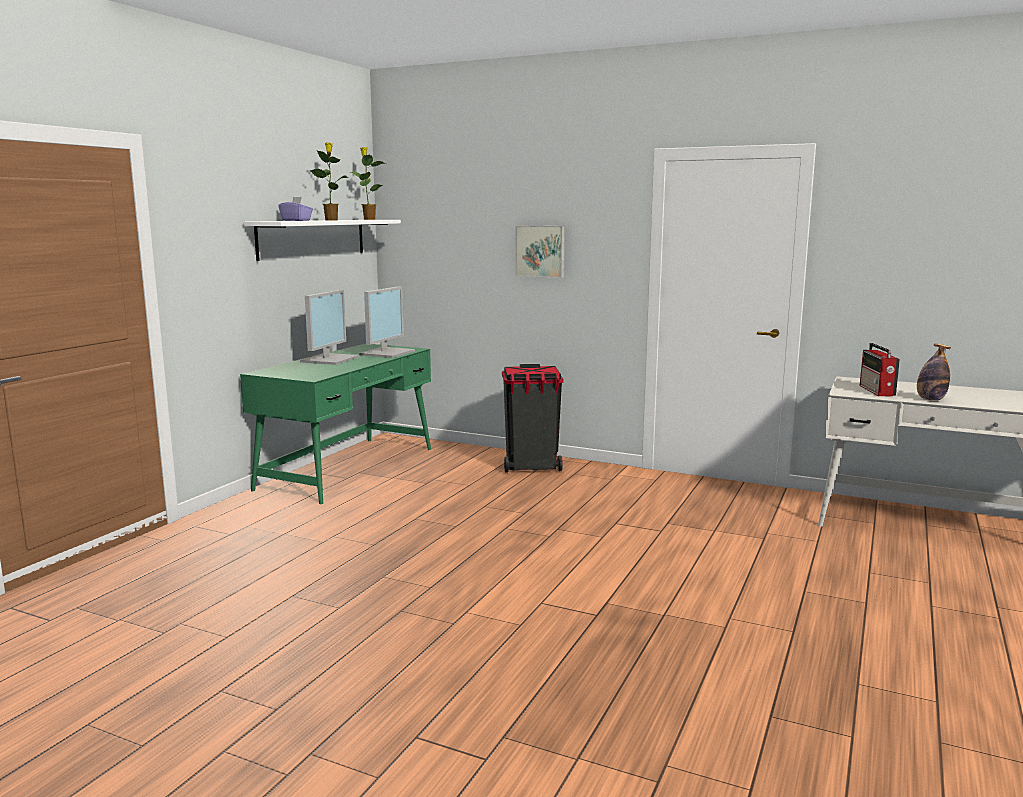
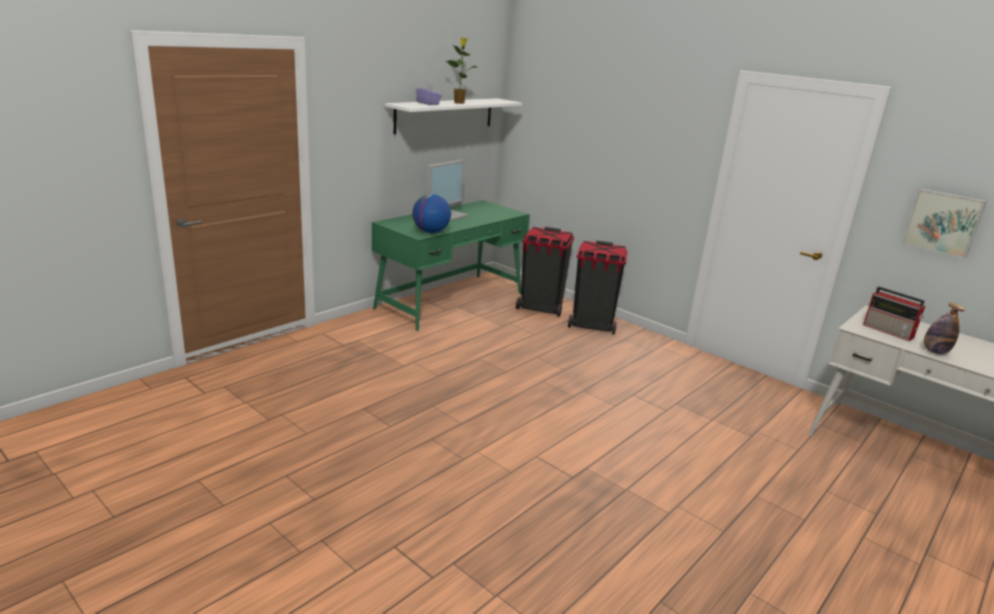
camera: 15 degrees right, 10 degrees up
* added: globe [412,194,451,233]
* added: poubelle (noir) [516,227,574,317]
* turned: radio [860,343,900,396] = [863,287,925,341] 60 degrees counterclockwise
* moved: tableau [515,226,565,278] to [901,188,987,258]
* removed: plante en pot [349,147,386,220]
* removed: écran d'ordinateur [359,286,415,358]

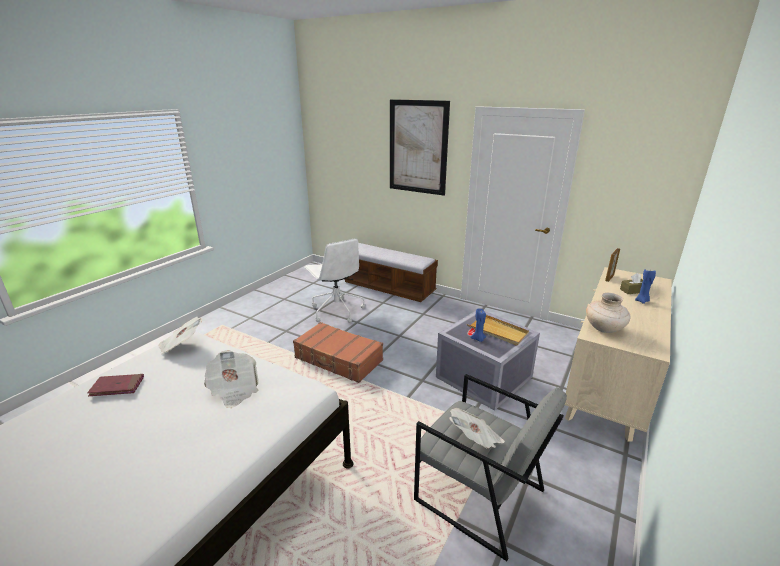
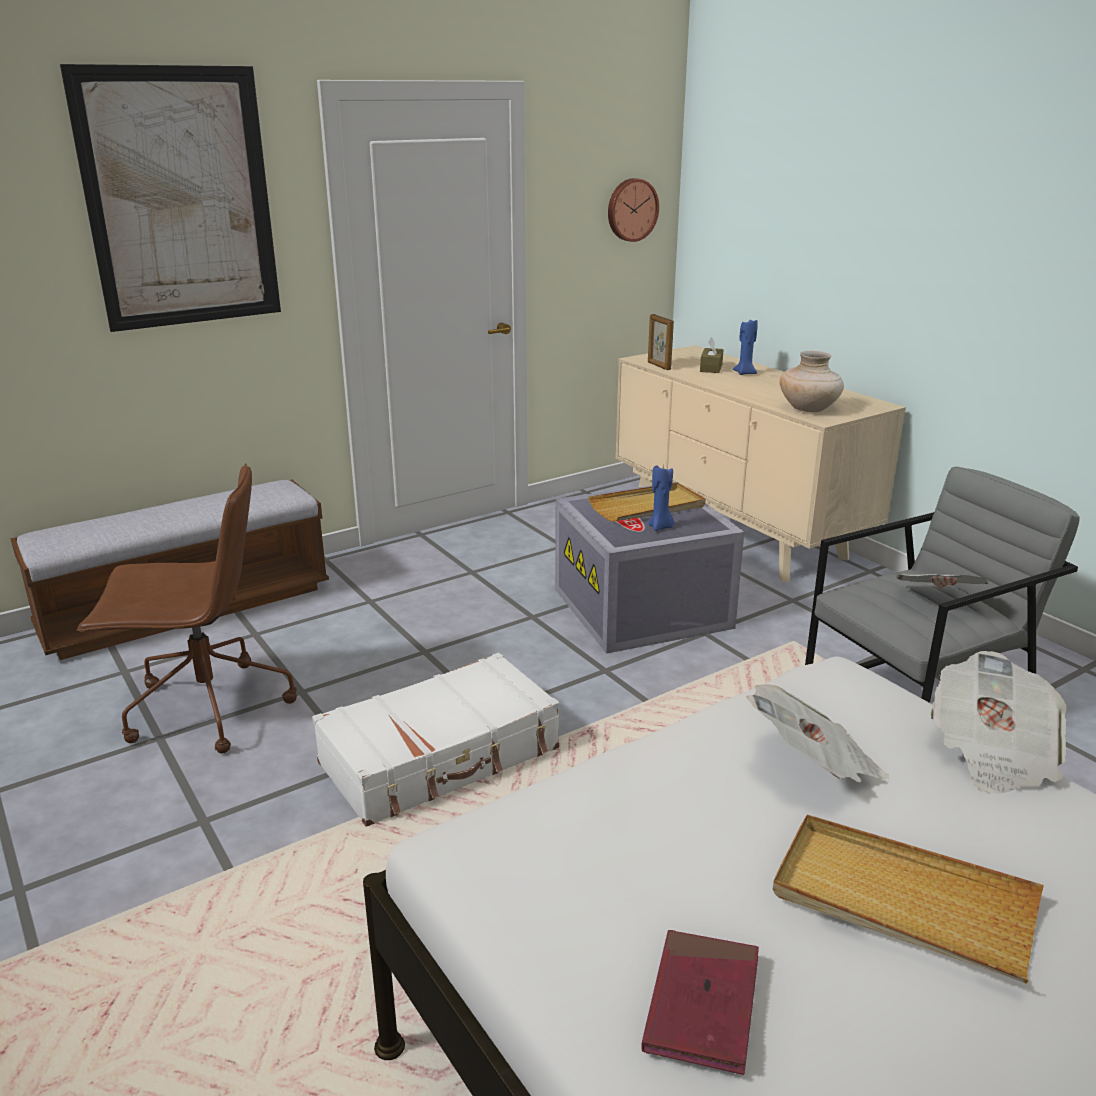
camera: 65 degrees left, 0 degrees up
* recoloured: chaise de bureau (blanc) [304,238,365,323] to chaise de bureau (marron) [77,463,297,753]
* recoloured: valise (marron) [293,322,383,383] to valise (blanc) [312,653,559,827]
* added: horloge murale [608,178,659,242]
* added: plateau (beige) [772,814,1044,984]
* moved: journal [158,317,202,355] to [930,651,1066,794]

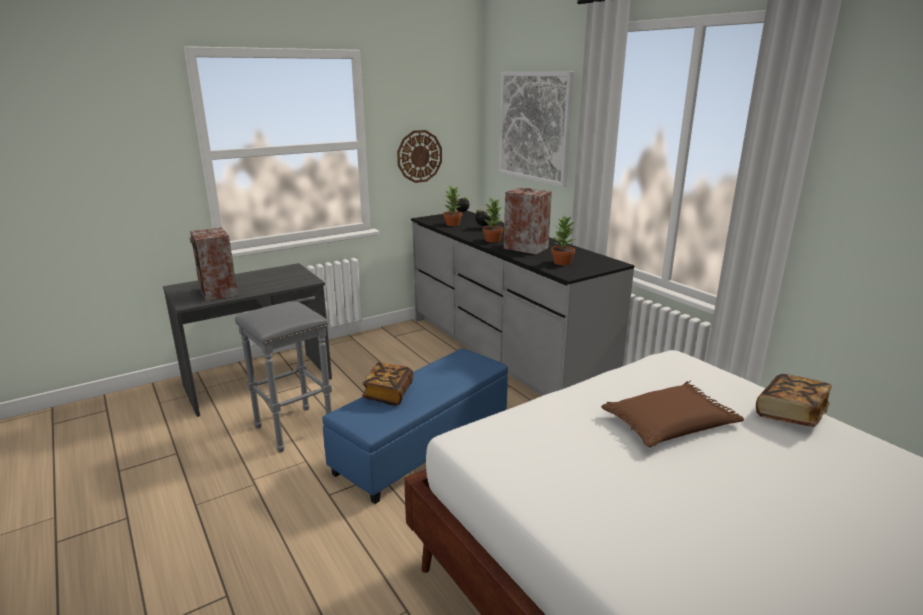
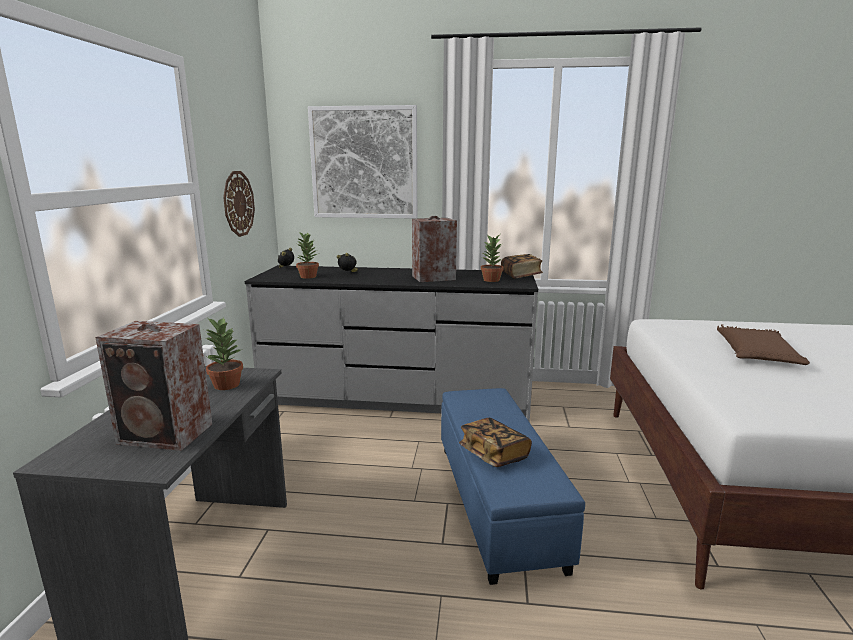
camera: 50 degrees left, 5 degrees down
* moved: plante en pot [483,198,503,242] to [204,317,243,390]
* moved: livre [756,374,832,427] to [501,254,543,279]
* removed: tabouret (gris) [235,301,332,452]

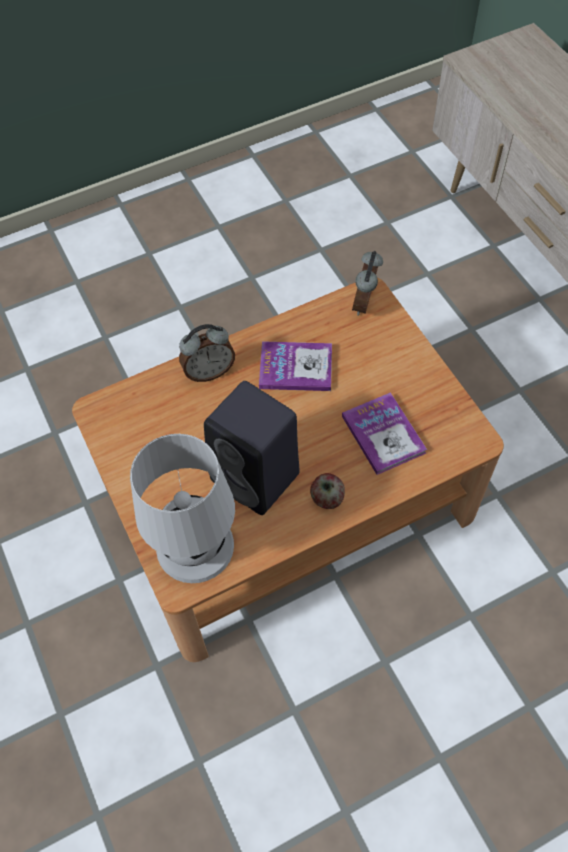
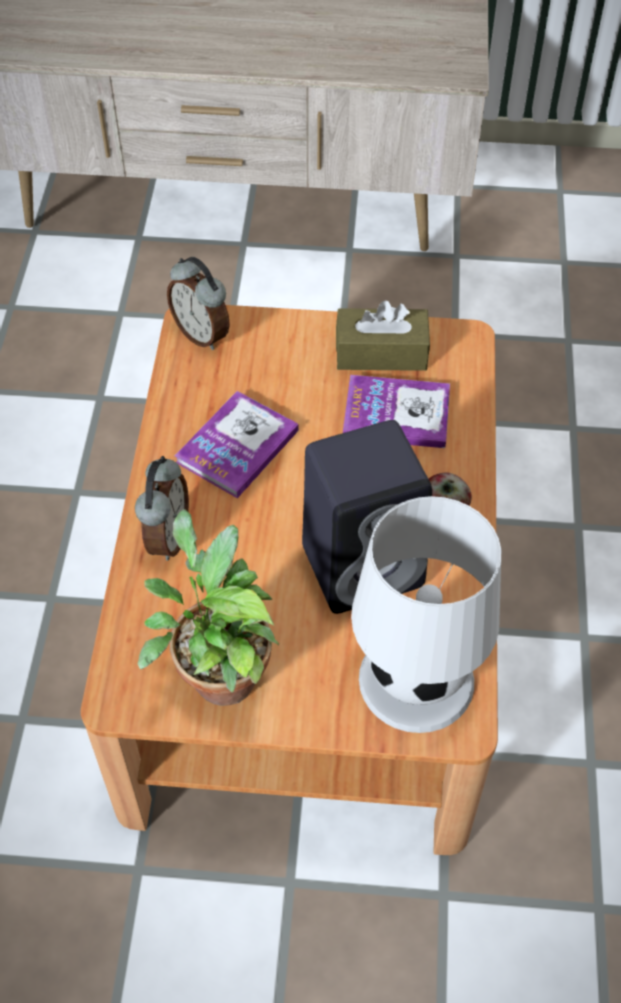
camera: 60 degrees left, 5 degrees down
* added: plante en pot [137,509,279,706]
* added: boîte à mouchoirs (marron) [336,300,430,371]

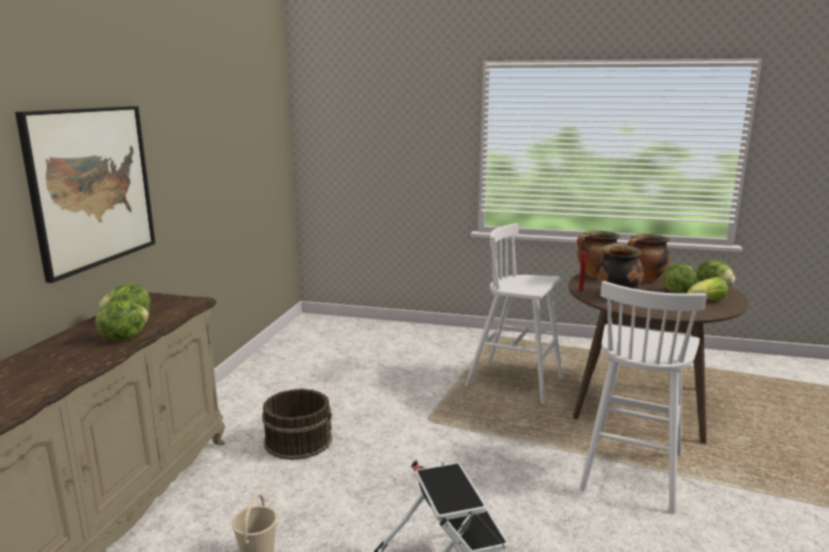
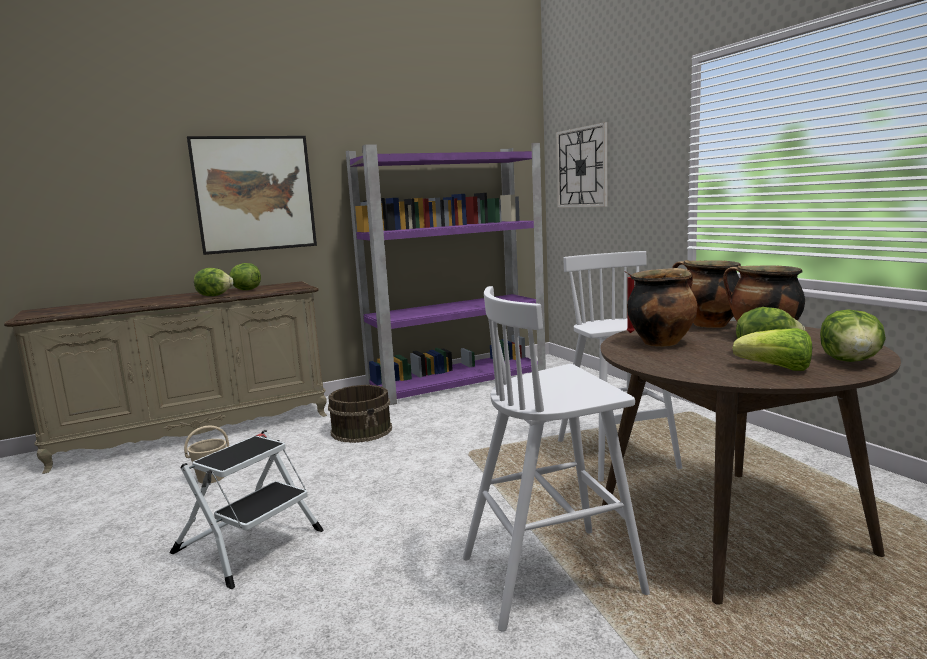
camera: 50 degrees right, 5 degrees down
* added: bibliothèque (violet) [346,143,546,405]
* added: horloge murale [556,122,607,208]

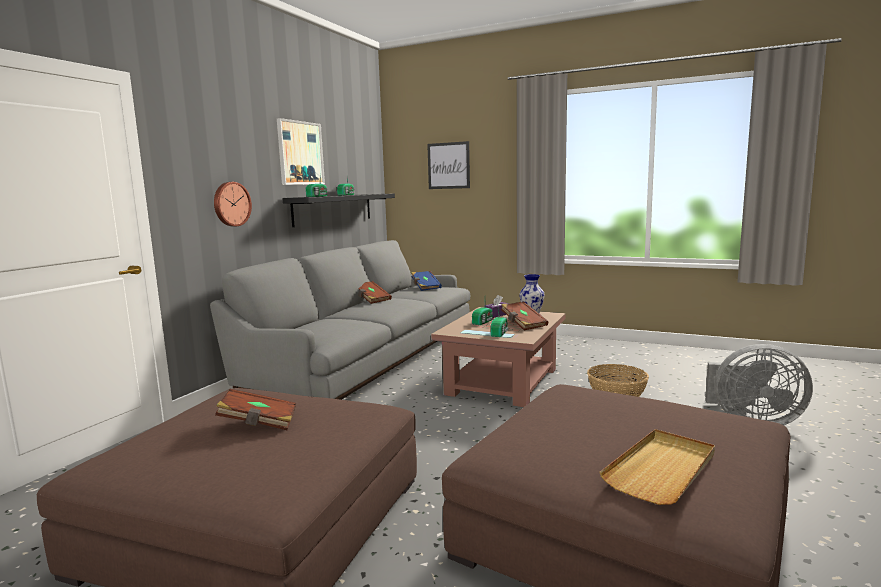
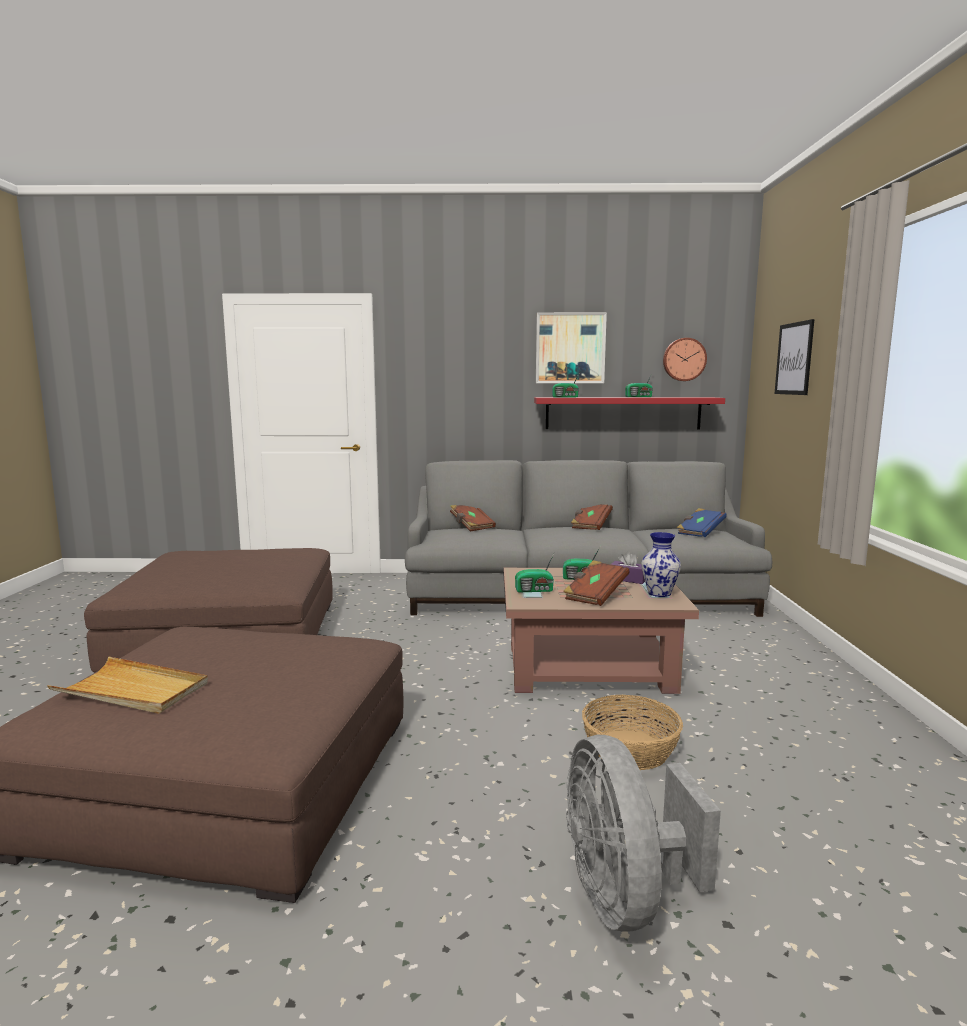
camera: 65 degrees right, 0 degrees up
* moved: livre (marron) [215,389,296,430] to [450,505,496,532]
* recoloured: étagère (noir) [282,194,395,227] to étagère (rouge) [534,397,725,429]
* moved: horloge murale [214,182,252,226] to [663,338,707,381]

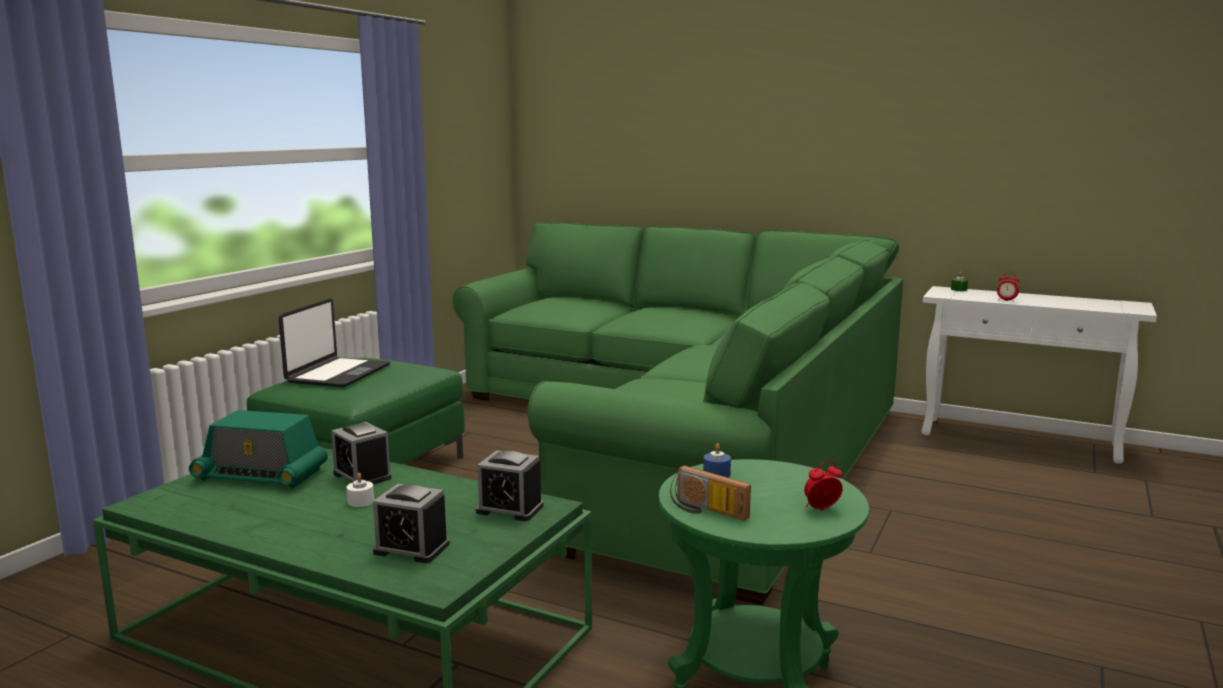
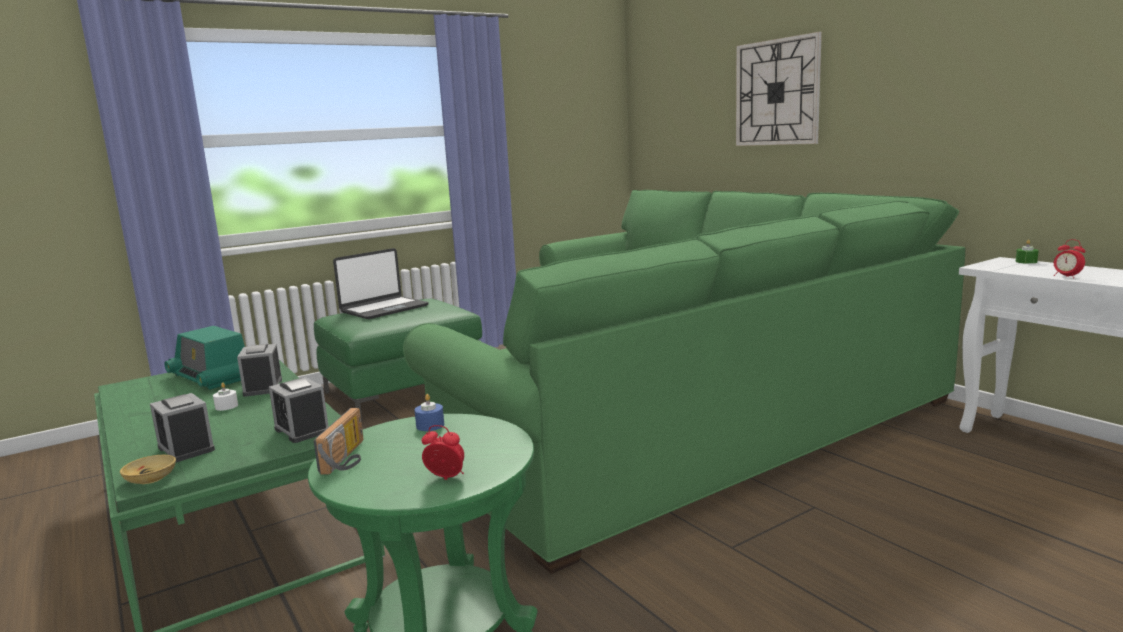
camera: 30 degrees right, 0 degrees up
* added: bol (beige) [120,455,176,484]
* turned: radio [670,465,751,521] = [314,408,364,475] 150 degrees counterclockwise
* added: horloge murale [736,32,822,146]

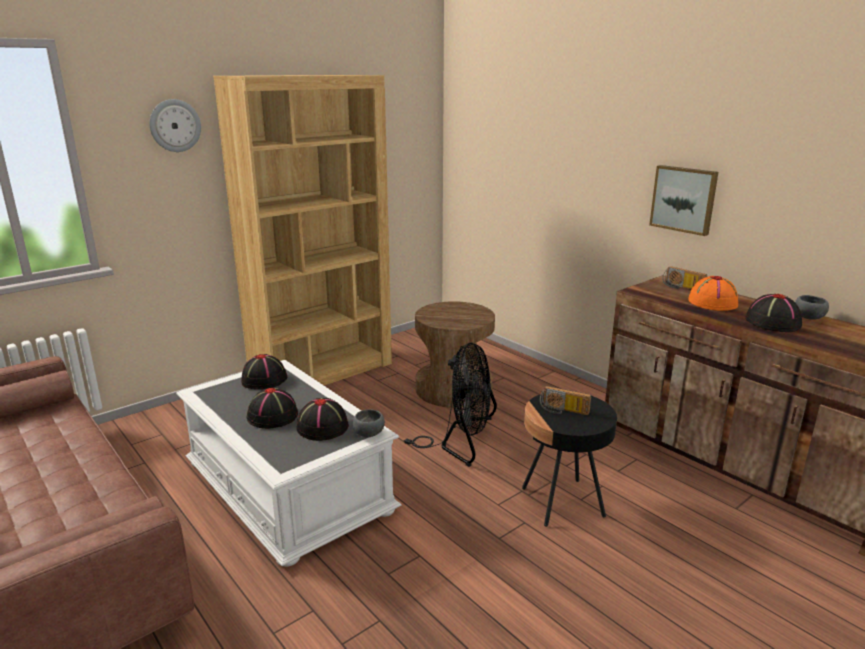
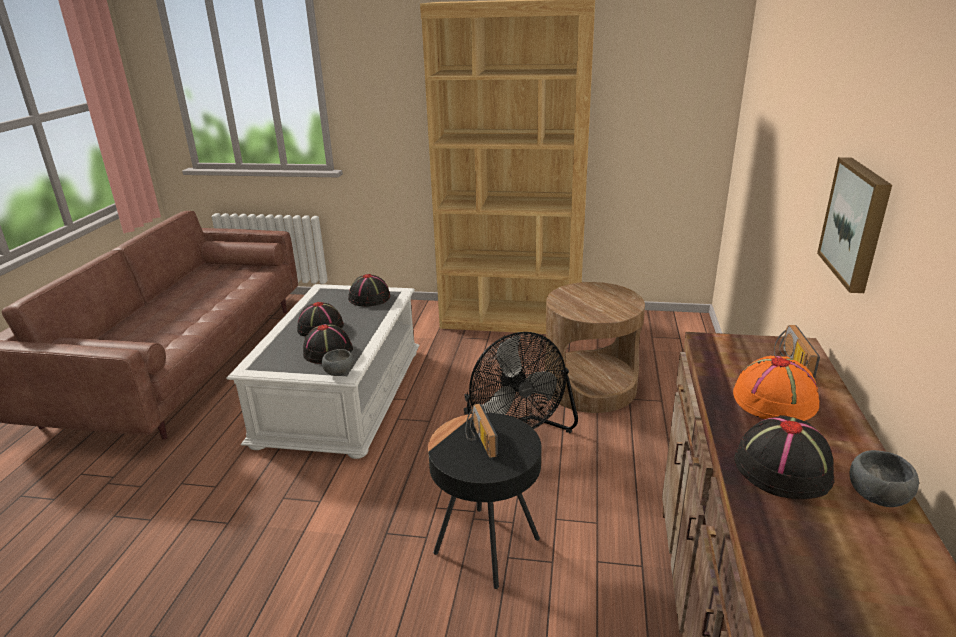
camera: 50 degrees right, 5 degrees up
* removed: horloge murale [150,99,201,152]

